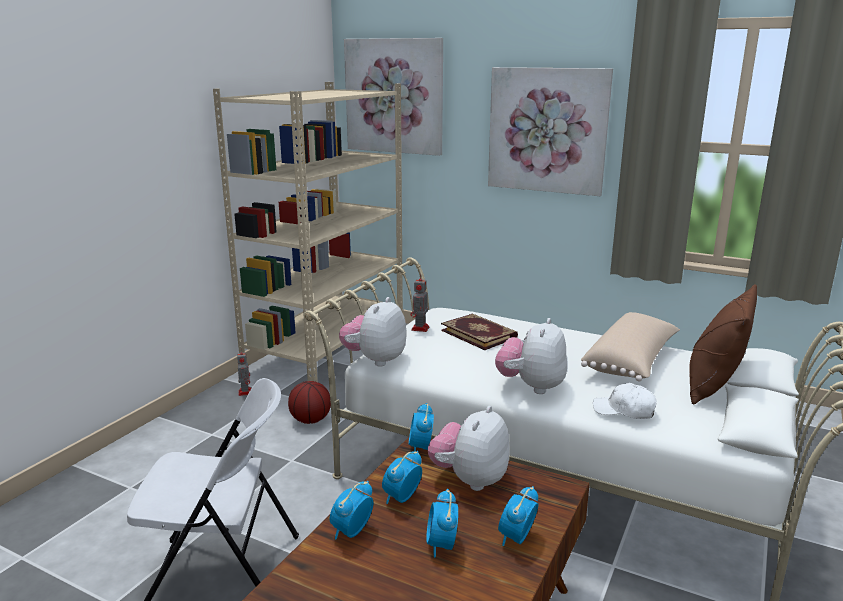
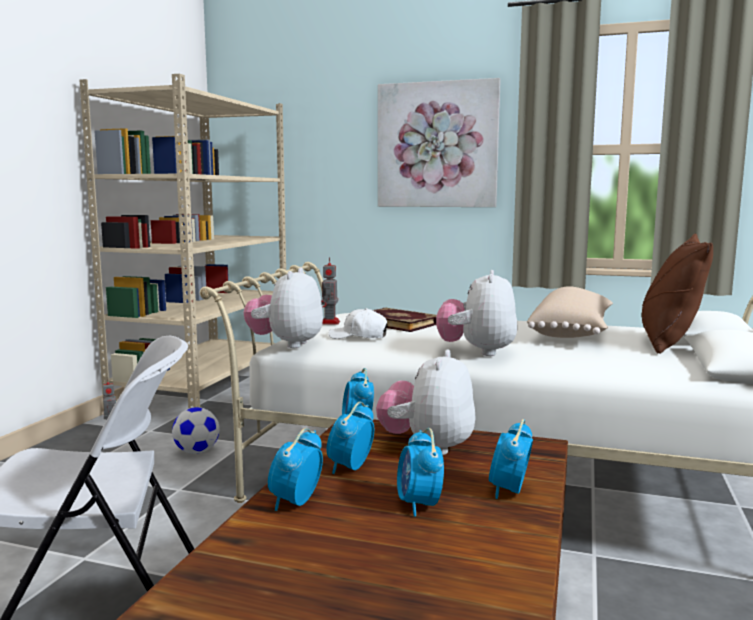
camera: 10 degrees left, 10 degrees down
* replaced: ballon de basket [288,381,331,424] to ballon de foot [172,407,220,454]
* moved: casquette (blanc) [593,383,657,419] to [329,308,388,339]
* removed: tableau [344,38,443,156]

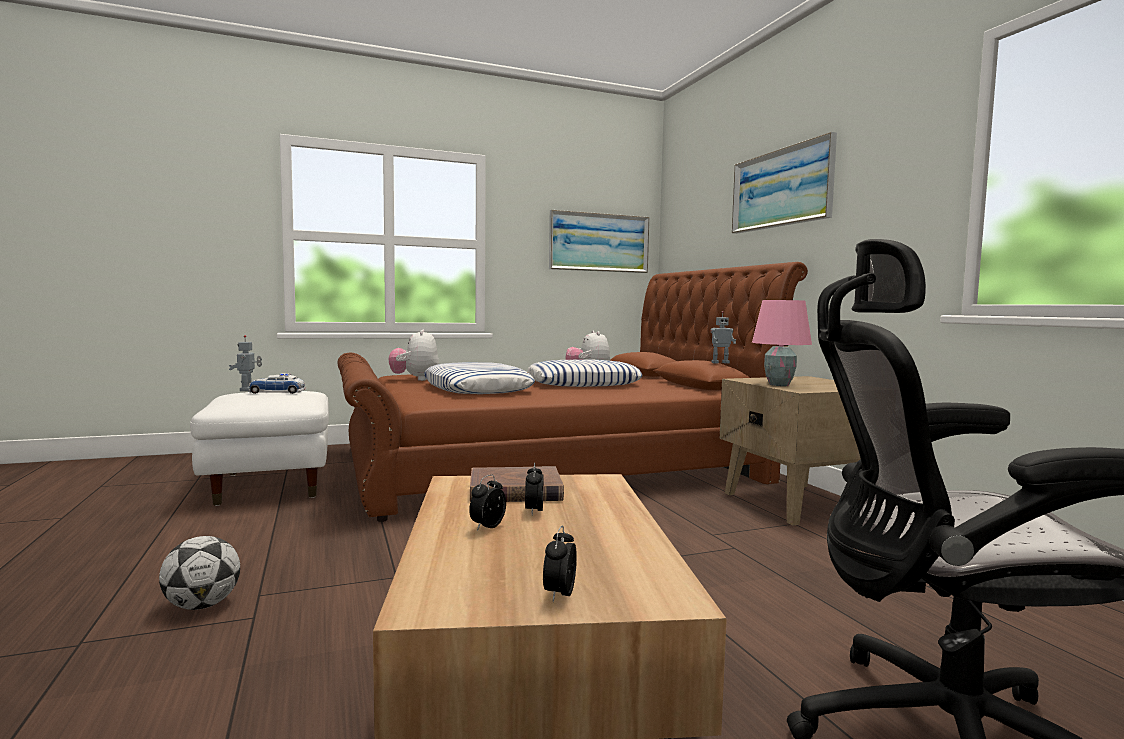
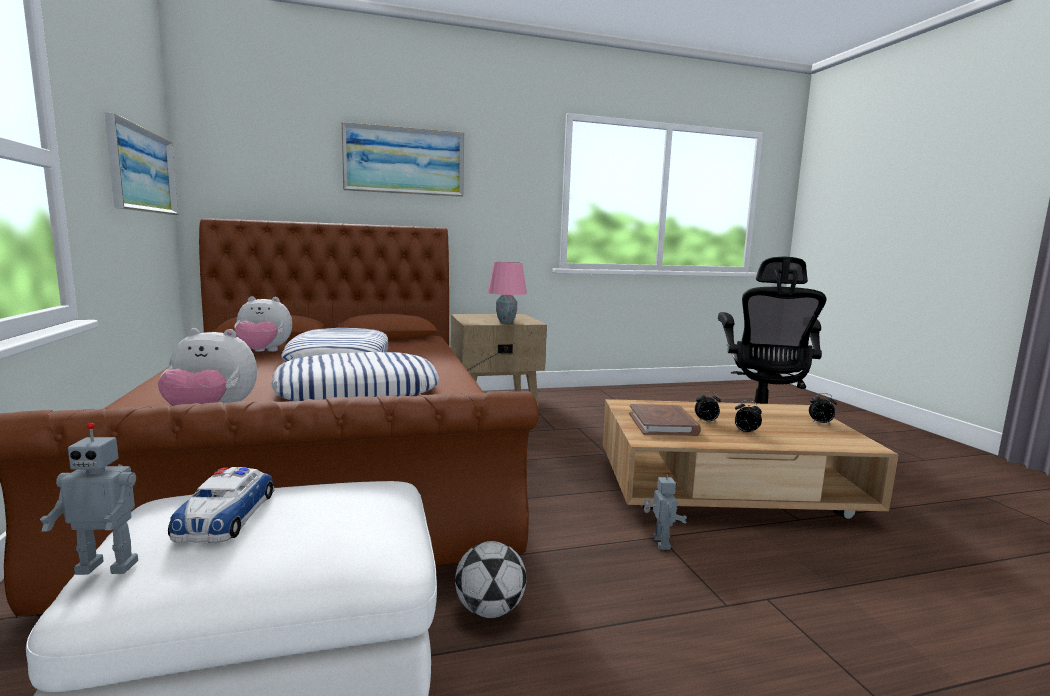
camera: 85 degrees left, 5 degrees up
* moved: ballon de foot [159,536,240,610] to [455,541,526,618]
* moved: robot jouet [710,311,736,364] to [644,471,687,550]

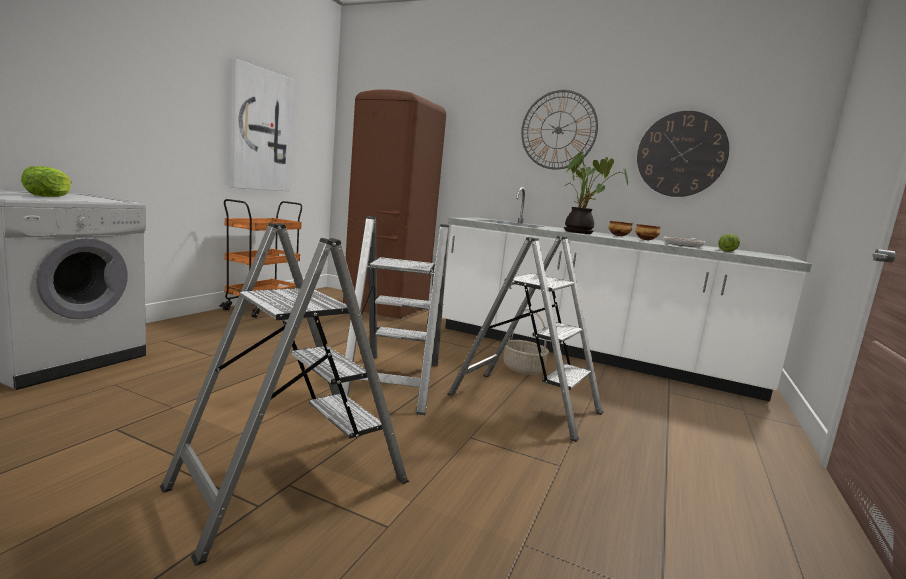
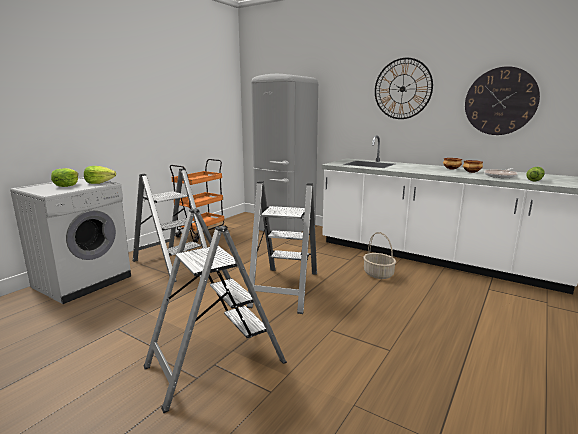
camera: 10 degrees right, 5 degrees up
* added: laitue [84,166,116,184]
* moved: escabeau (gris) [447,236,604,442] to [133,168,207,282]
* recoloured: réfrigérateur (marron) [343,89,446,319] to réfrigérateur (gris) [251,74,318,232]
* removed: tableau [229,58,294,191]
* removed: plante en pot [563,152,628,234]

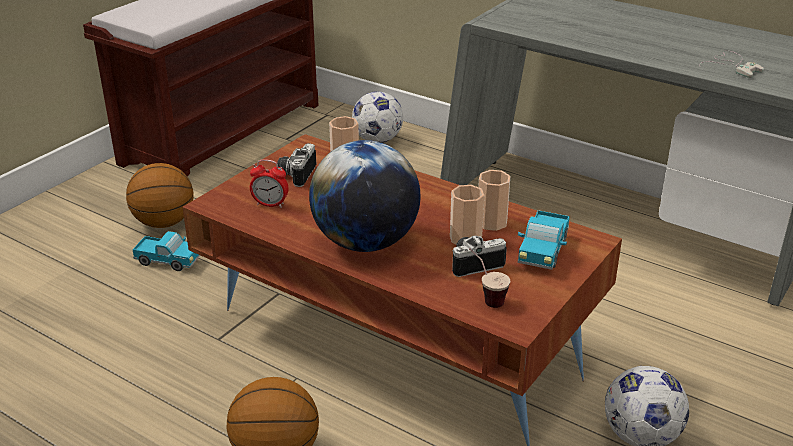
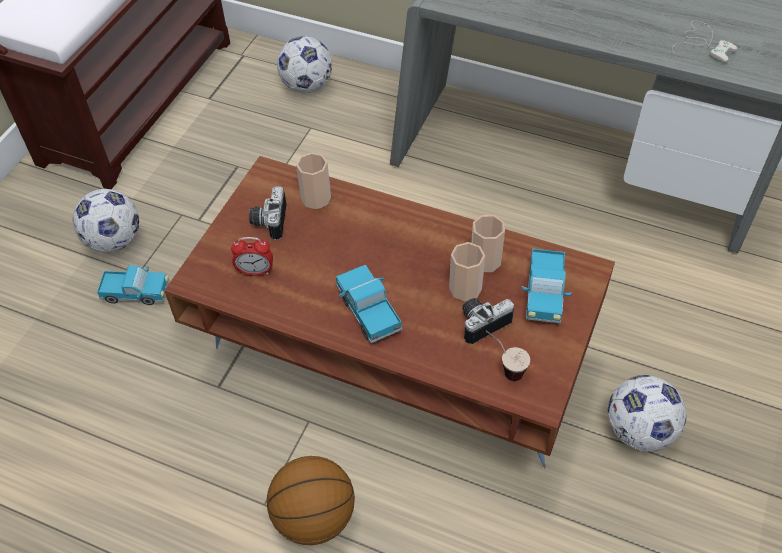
camera: 10 degrees left, 20 degrees up
* replaced: ballon de basket [126,163,194,228] to ballon de foot [73,189,139,252]
* replaced: globe [309,140,421,252] to camion jouet [336,265,402,343]

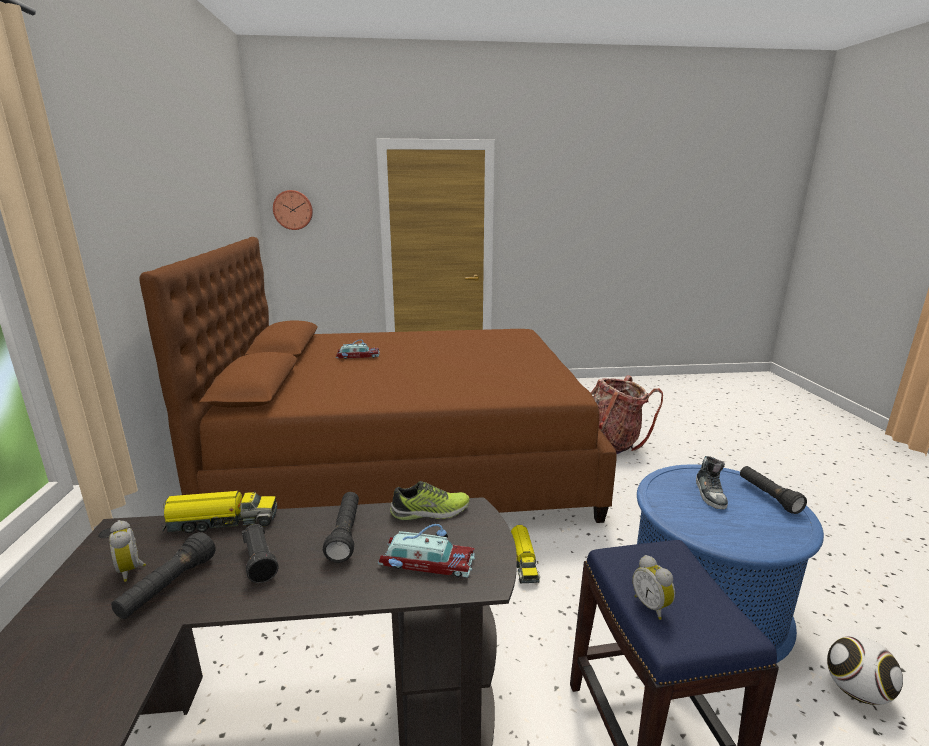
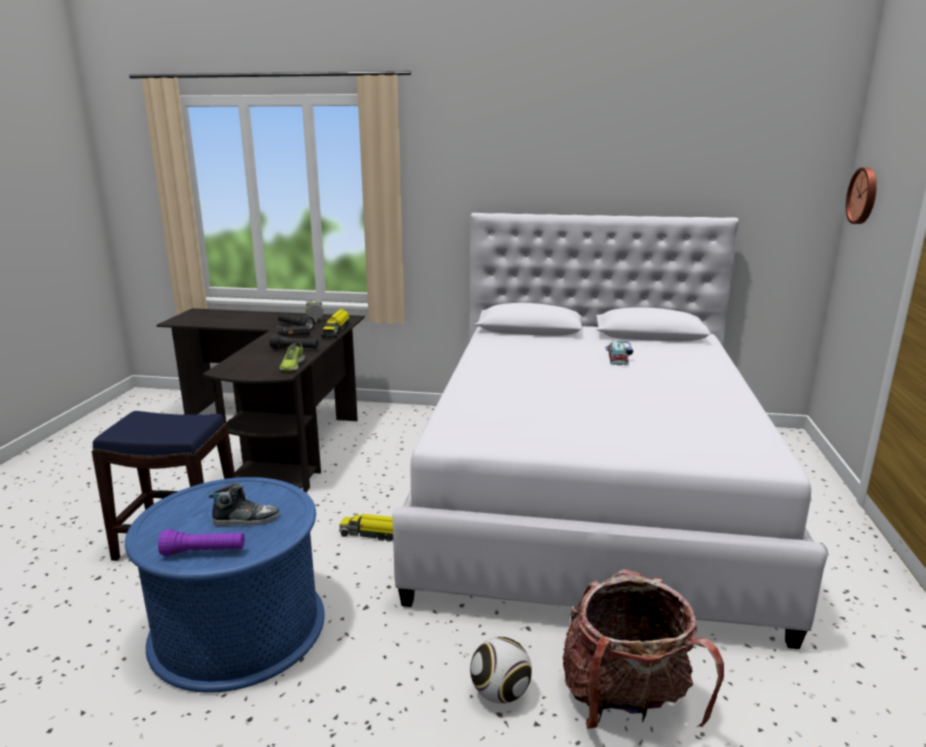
camera: 105 degrees right, 0 degrees up
* recoloured: lampe de poche (noir) [740,466,807,514] to lampe de poche (violet) [158,530,245,556]
* turned: chaussure [696,456,728,509] = [209,483,280,526] 150 degrees clockwise
* recoloured: lit (marron) [140,237,617,523] to lit (blanc) [392,213,828,649]
* moved: ballon de foot [827,635,903,705] to [470,637,532,704]
* removed: petite voiture [378,524,475,578]
* removed: réveil [633,555,675,620]

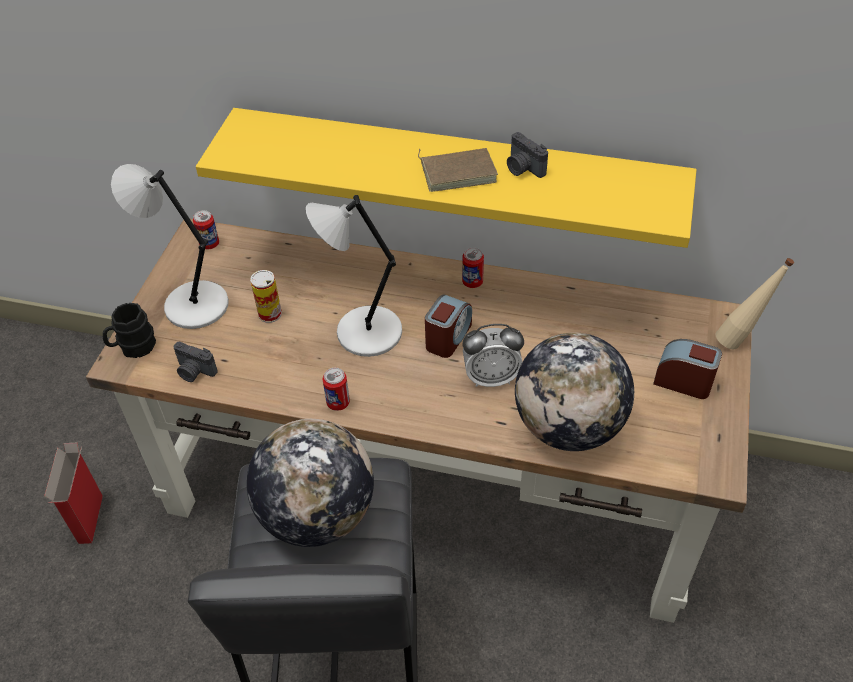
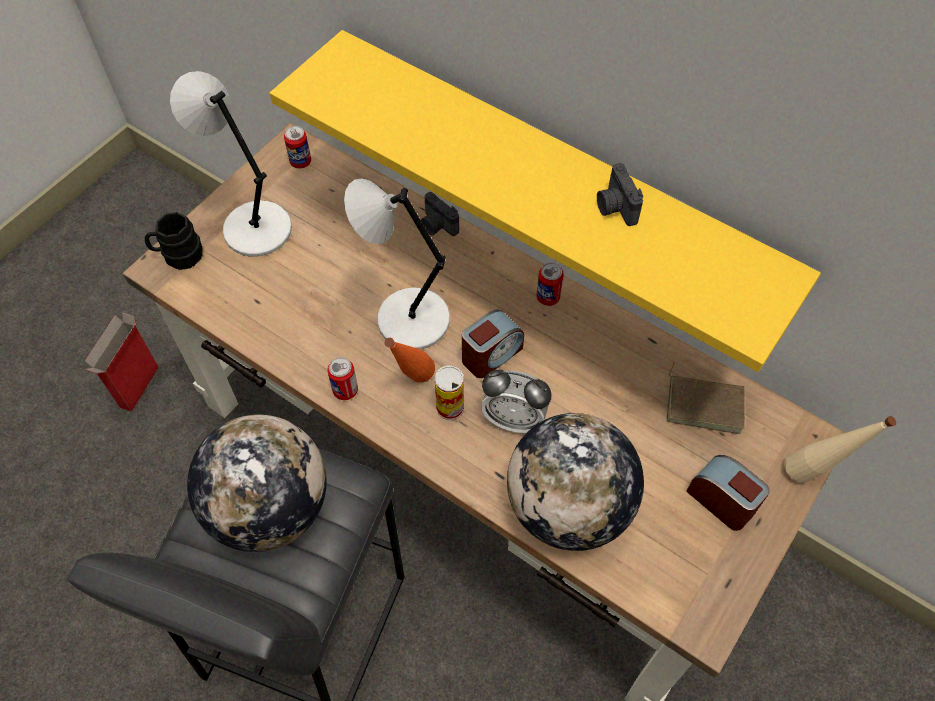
camera: 20 degrees right, 10 degrees up
* added: bouteille (orange) [384,338,435,383]
* moved: appareil photo [173,342,218,382] to [421,192,459,236]
* moved: boîte métallique [250,270,282,323] to [435,365,464,420]
* moved: livre (marron) [418,148,498,192] to [666,362,745,434]

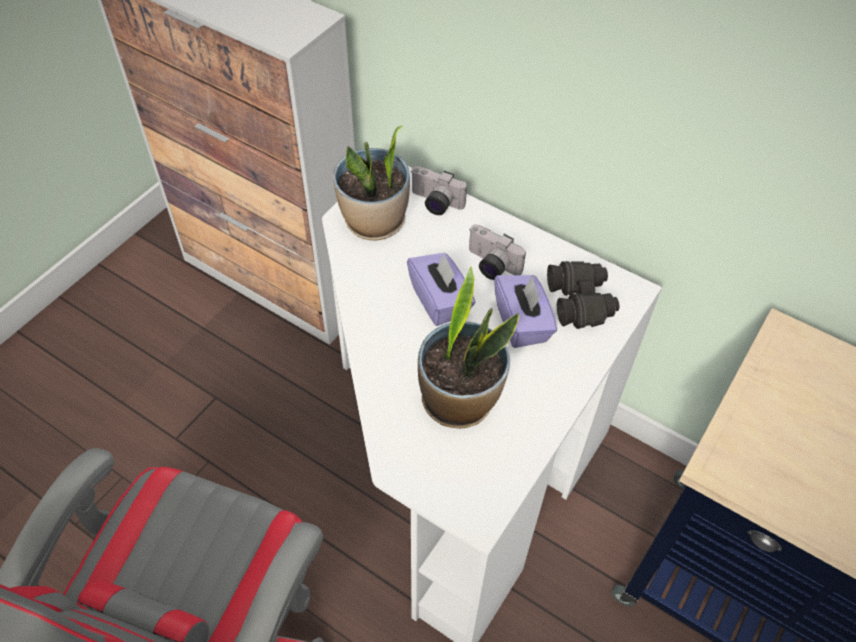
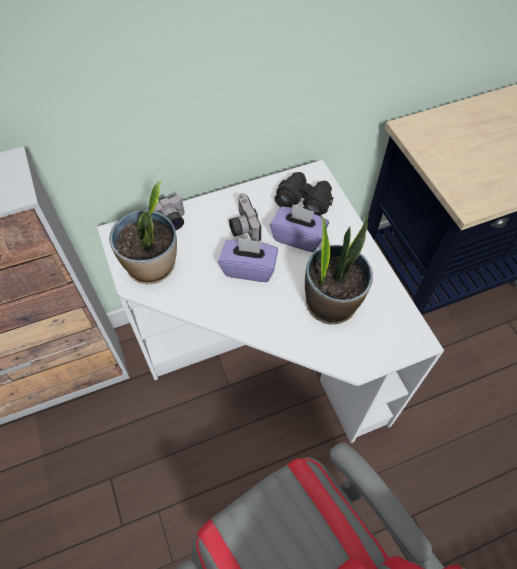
camera: 55 degrees left, 5 degrees up
* turned: appareil photo [469,224,526,280] = [229,193,261,241] 90 degrees clockwise

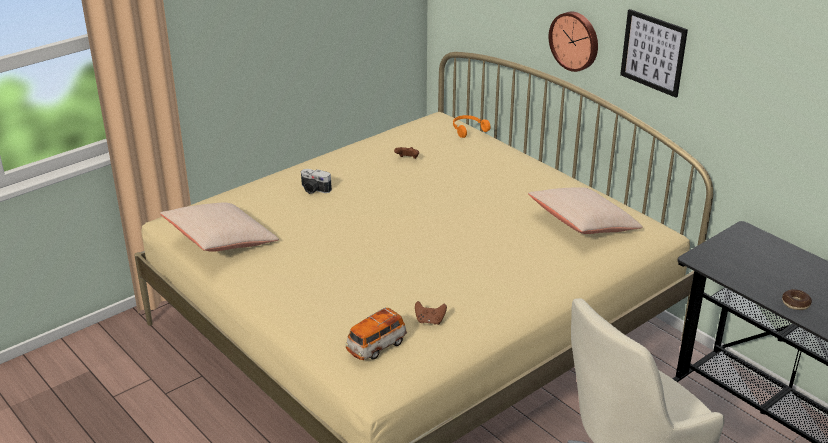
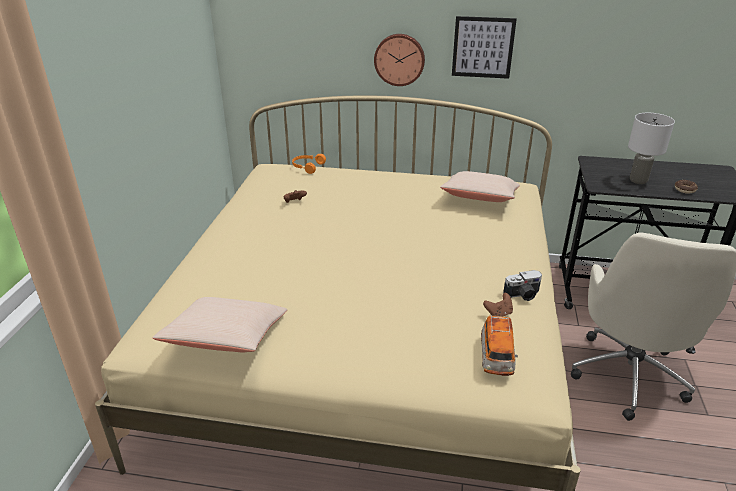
camera: 40 degrees left, 0 degrees up
* moved: appareil photo [301,169,332,194] to [503,270,542,301]
* added: lampe de table (blanc) [628,113,675,184]

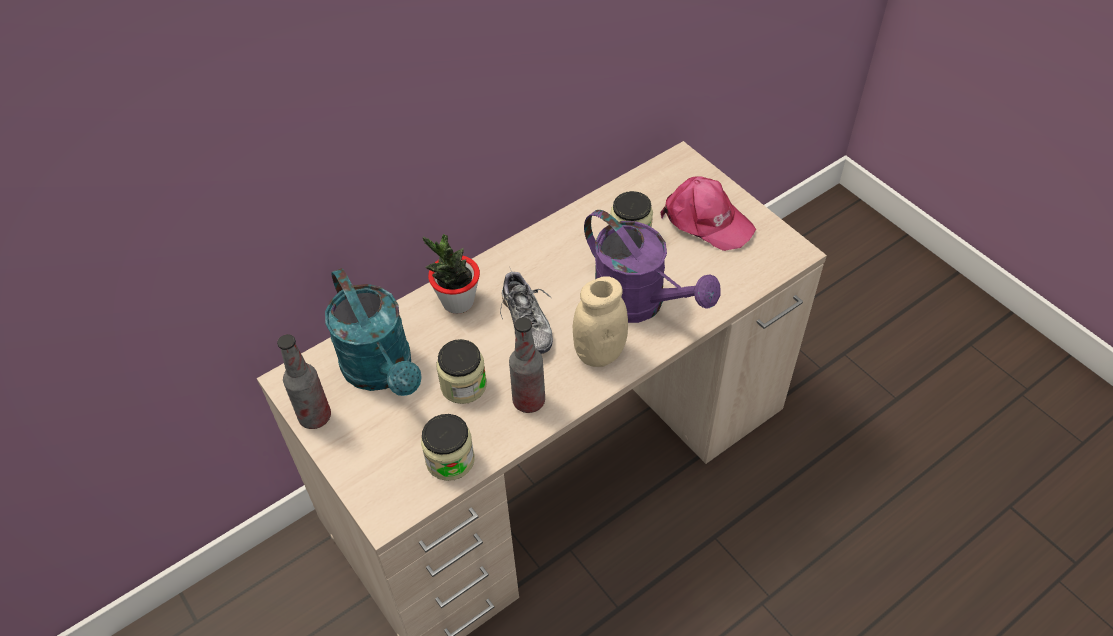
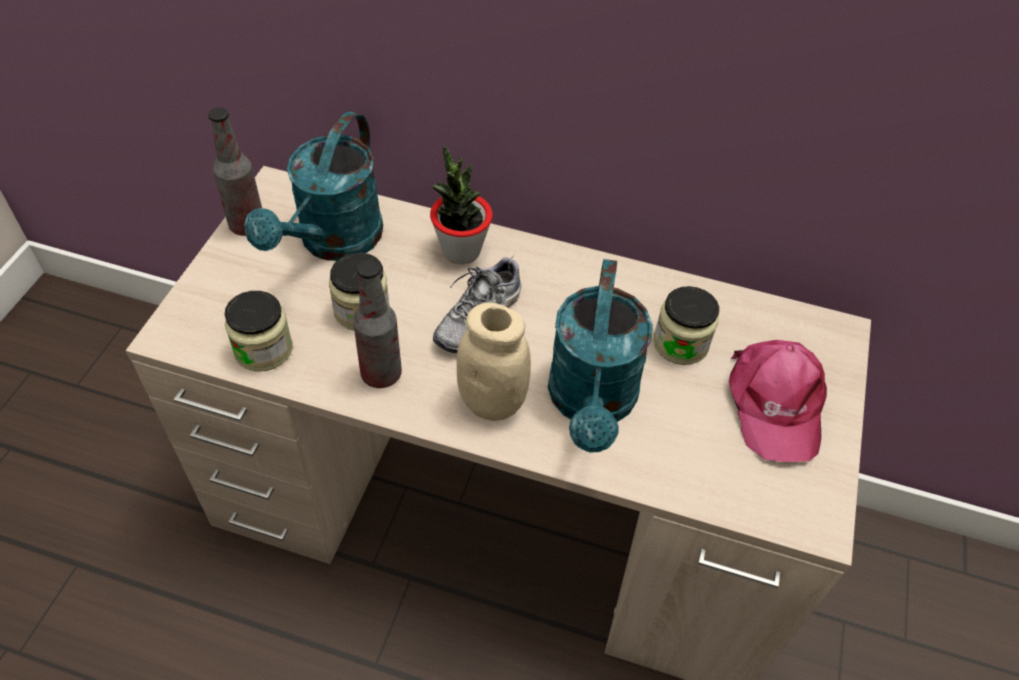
camera: 50 degrees right, 0 degrees up
* recoloured: arrosoir (violet) [584,210,721,323] to arrosoir (turquoise) [548,259,653,453]

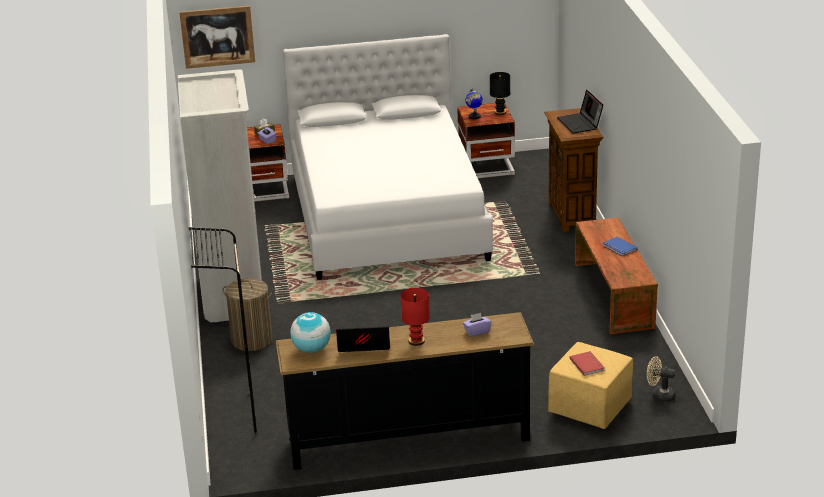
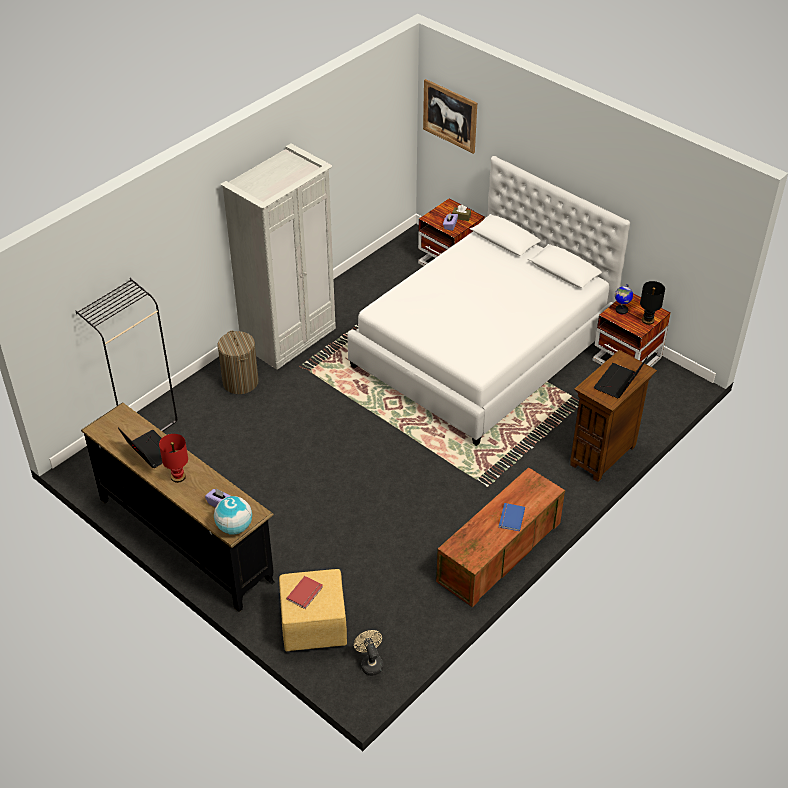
camera: 50 degrees right, 15 degrees up
* moved: globe [290,312,331,353] to [214,496,252,535]

